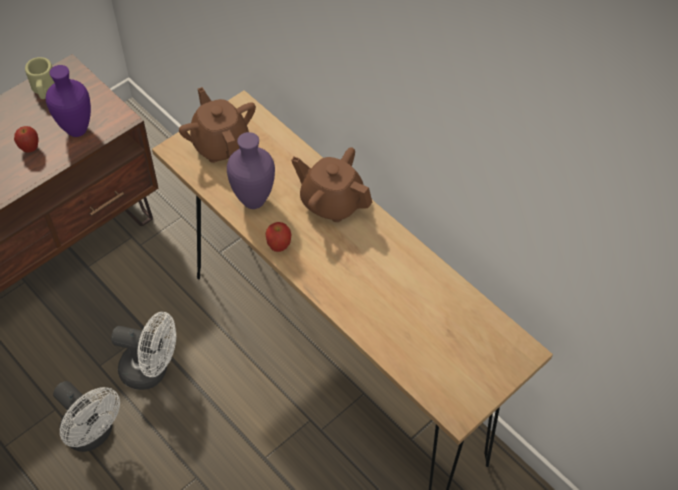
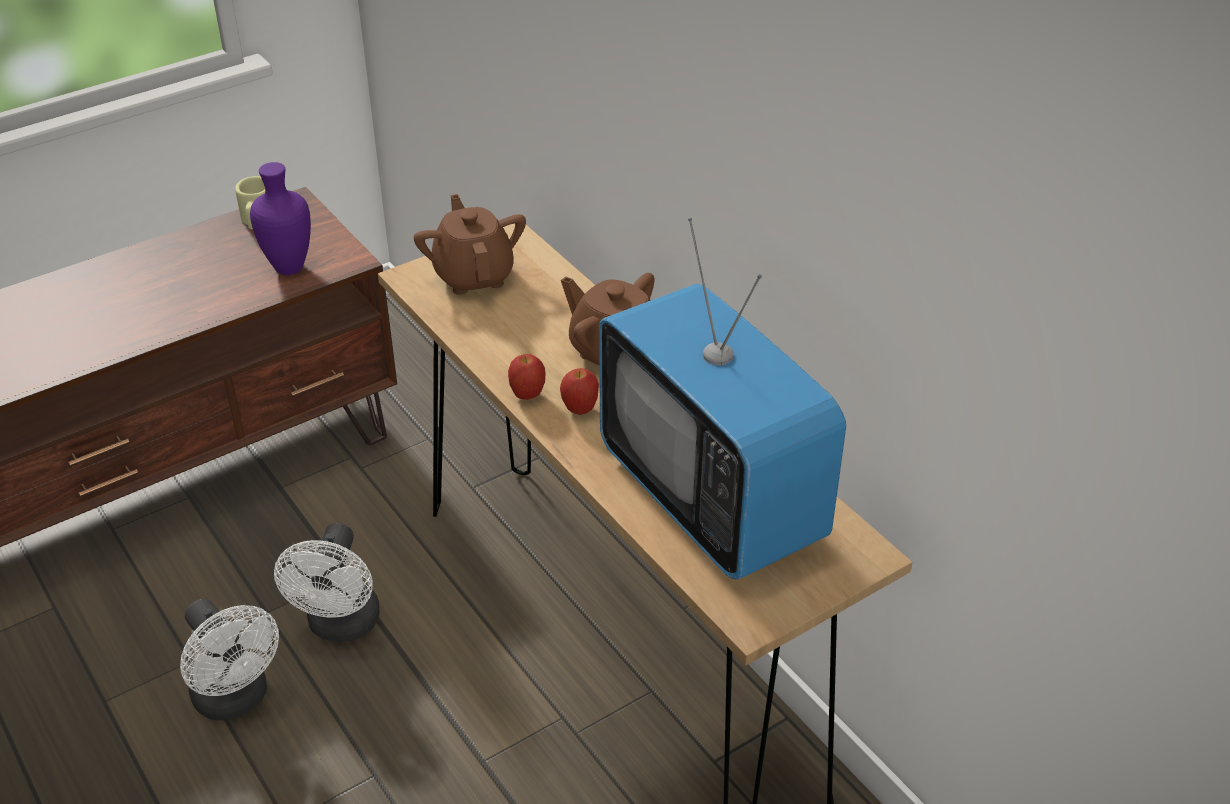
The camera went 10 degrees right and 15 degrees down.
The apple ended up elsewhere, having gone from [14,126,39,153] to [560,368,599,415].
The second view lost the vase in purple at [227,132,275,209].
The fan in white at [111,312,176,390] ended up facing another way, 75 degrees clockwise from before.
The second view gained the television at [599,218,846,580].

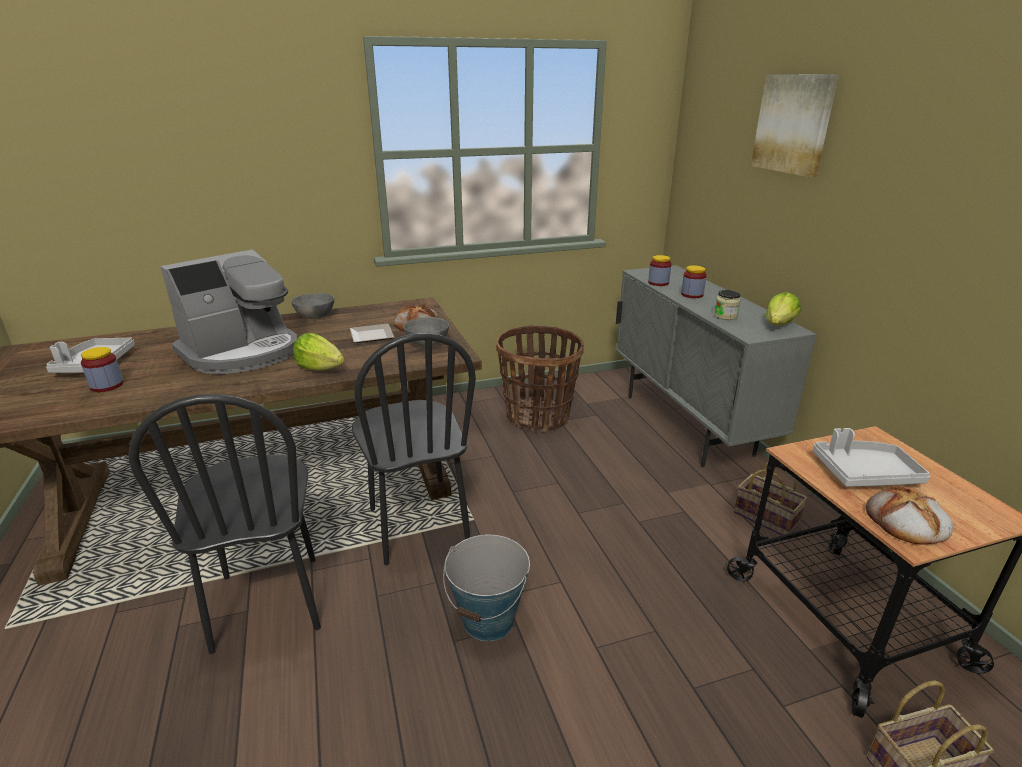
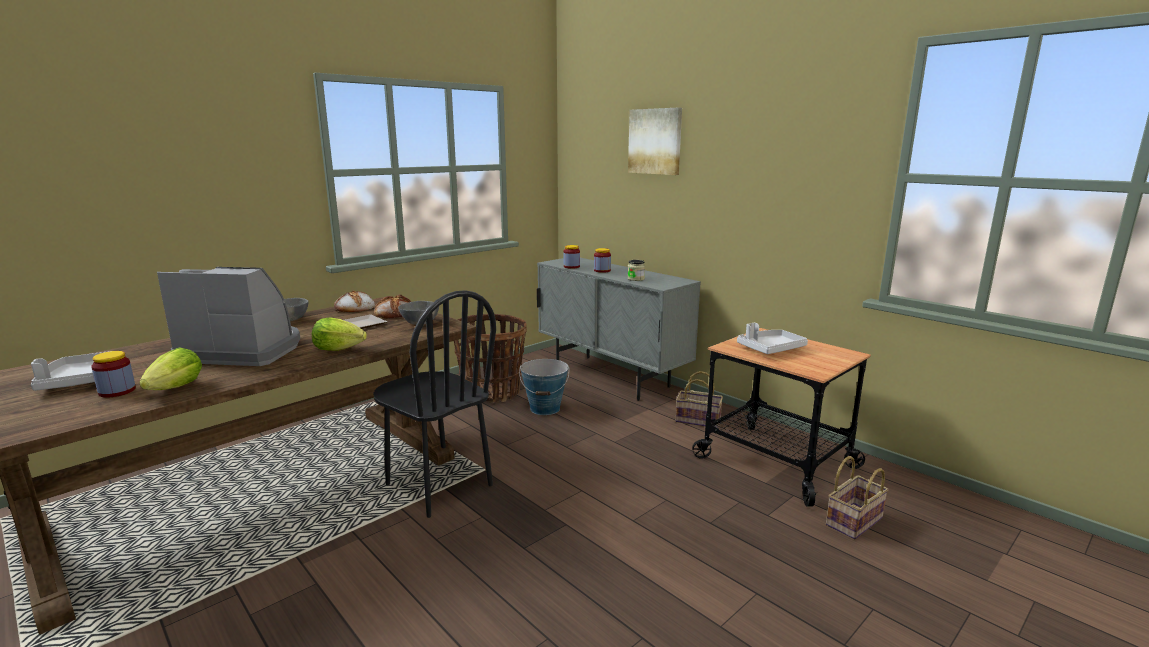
The camera went 25 degrees left and 10 degrees down.
The coffee machine at [160,249,297,374] ended up facing another way, 105 degrees counterclockwise from before.
The lettuce ended up elsewhere, having gone from [766,292,801,326] to [139,347,202,390].
The second view lost the chair in black at [128,394,321,654].
The bread ended up elsewhere, having gone from [866,487,953,545] to [334,291,375,312].
The bucket ended up elsewhere, having gone from [443,535,530,641] to [519,359,569,415].

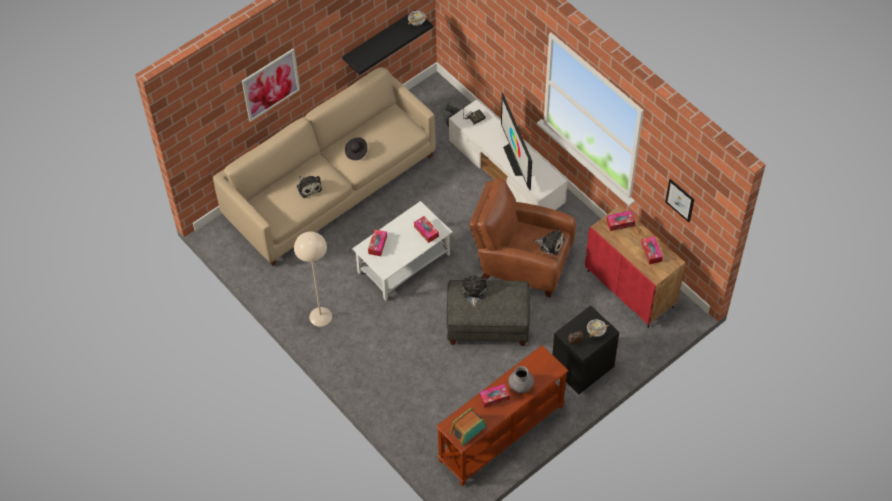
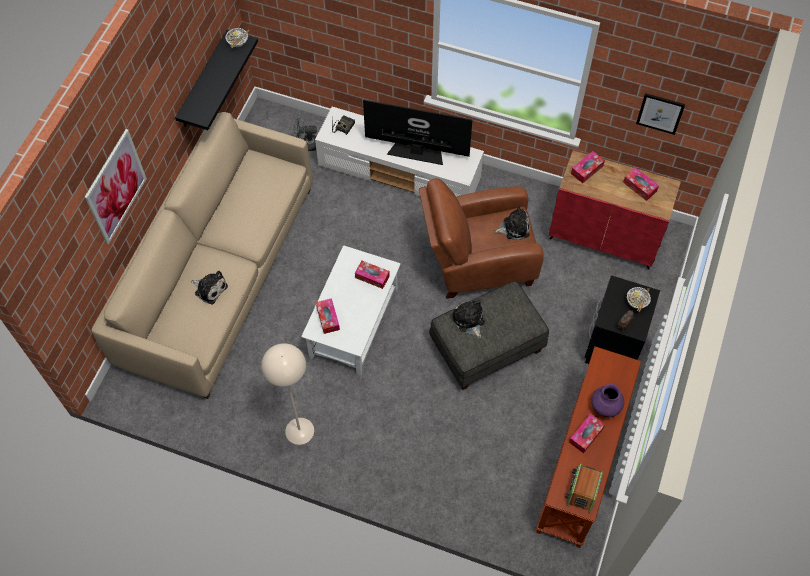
The camera went 30 degrees left and 5 degrees up.
The television at [501,92,532,190] ended up facing another way, 150 degrees clockwise from before.
The second view lost the hat in black at [345,137,368,160].
What was the vase in grey at [509,366,534,394] turned into the vase in purple at [591,384,624,417].

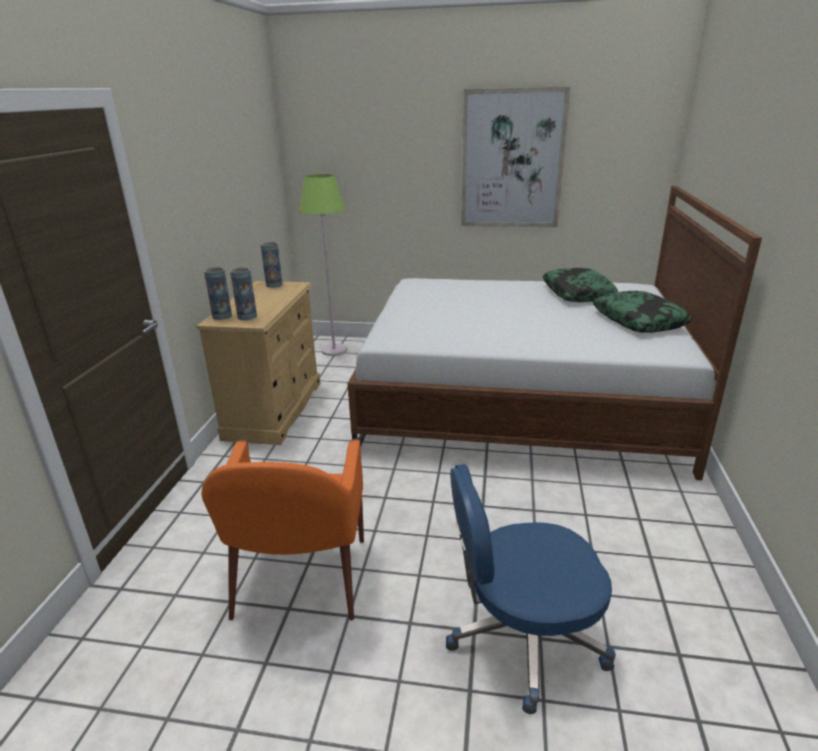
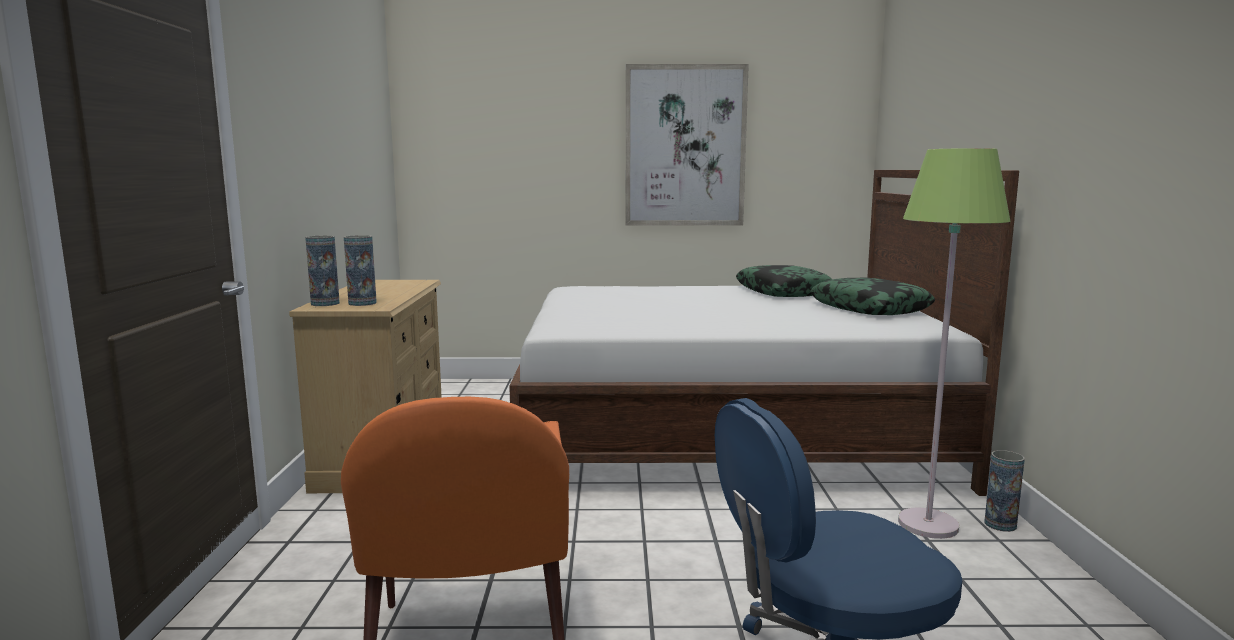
The camera went 10 degrees left and 15 degrees down.
The floor lamp in green ended up elsewhere, having gone from [299,174,347,356] to [898,148,1010,539].
The vase ended up elsewhere, having gone from [261,242,283,288] to [984,450,1025,532].

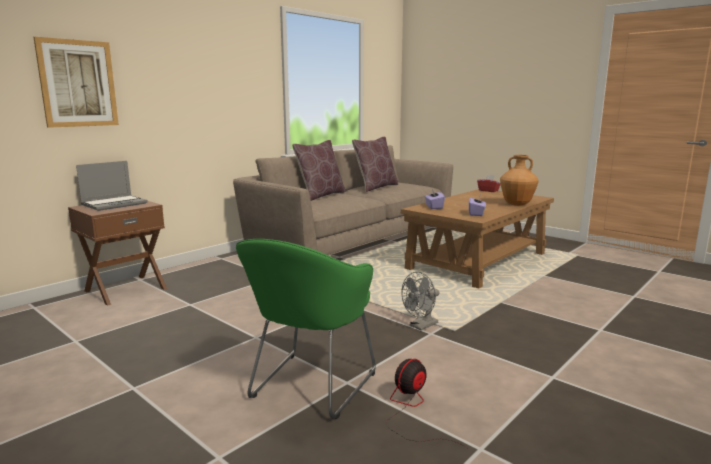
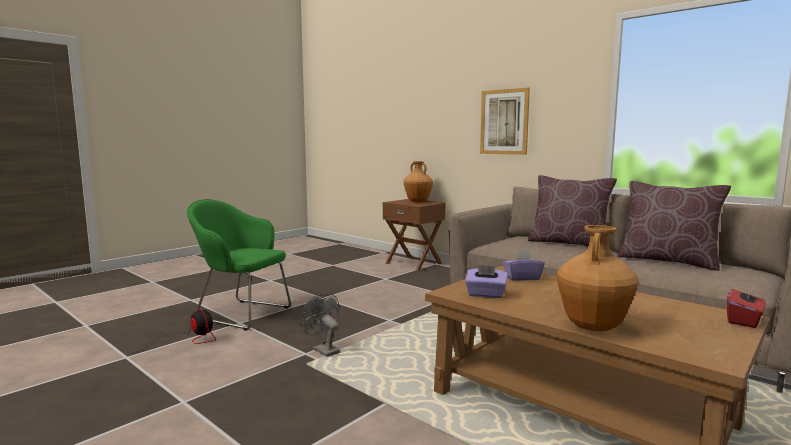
The camera went 90 degrees right and 5 degrees down.
The picture ended up elsewhere, having gone from [34,37,119,128] to [480,88,530,155].
Where the laptop stood at [76,161,148,211], the vase in brown came to stand at [403,161,433,202].

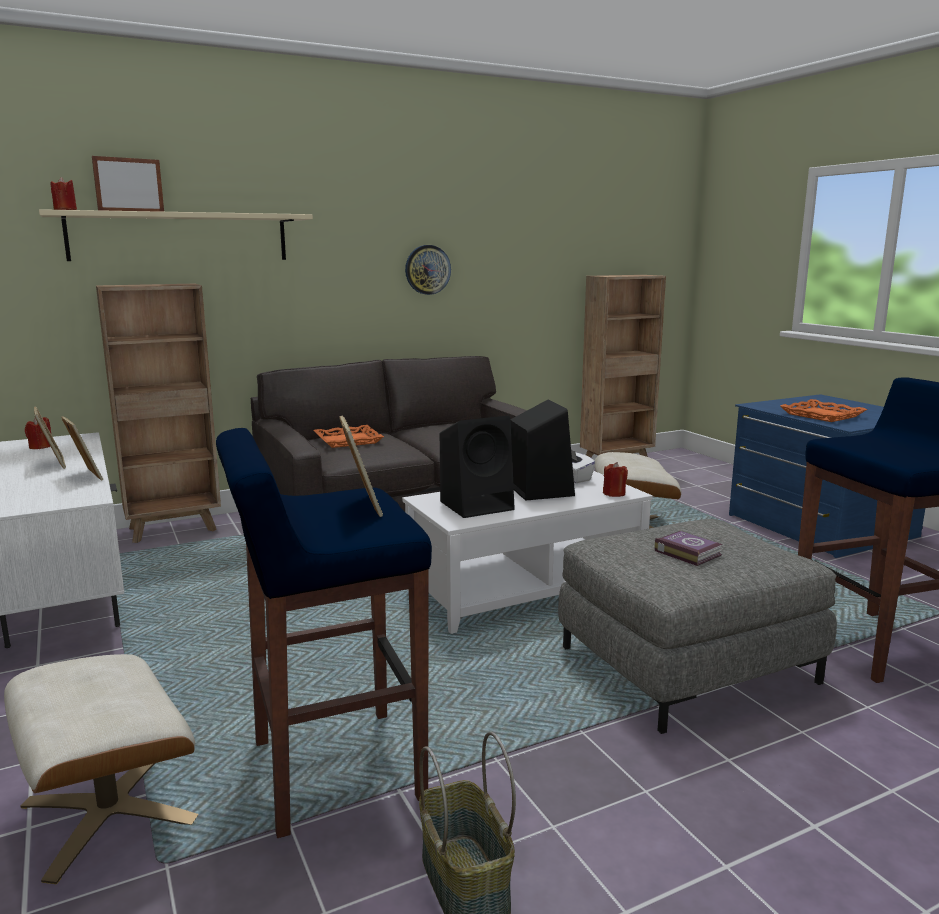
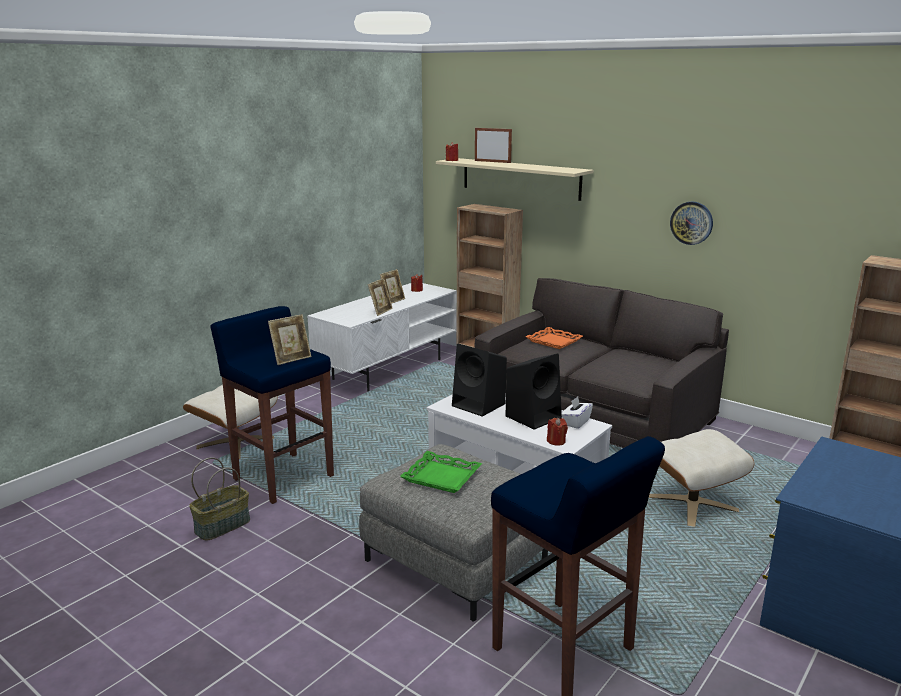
The camera went 65 degrees right and 5 degrees up.
The second view lost the tray in orange at [780,399,867,422].
Where the book stood at [654,531,723,566], the tray in green came to stand at [400,451,482,493].

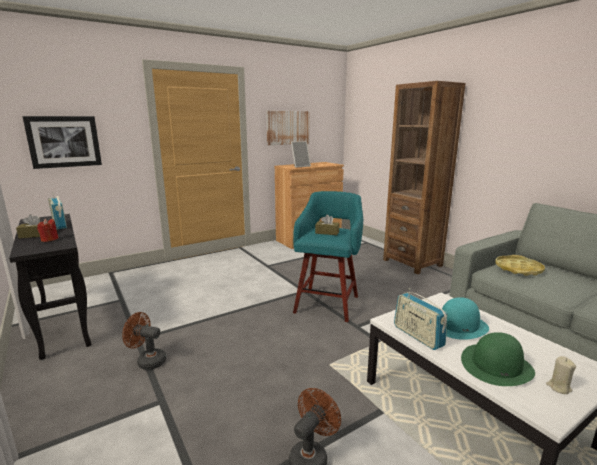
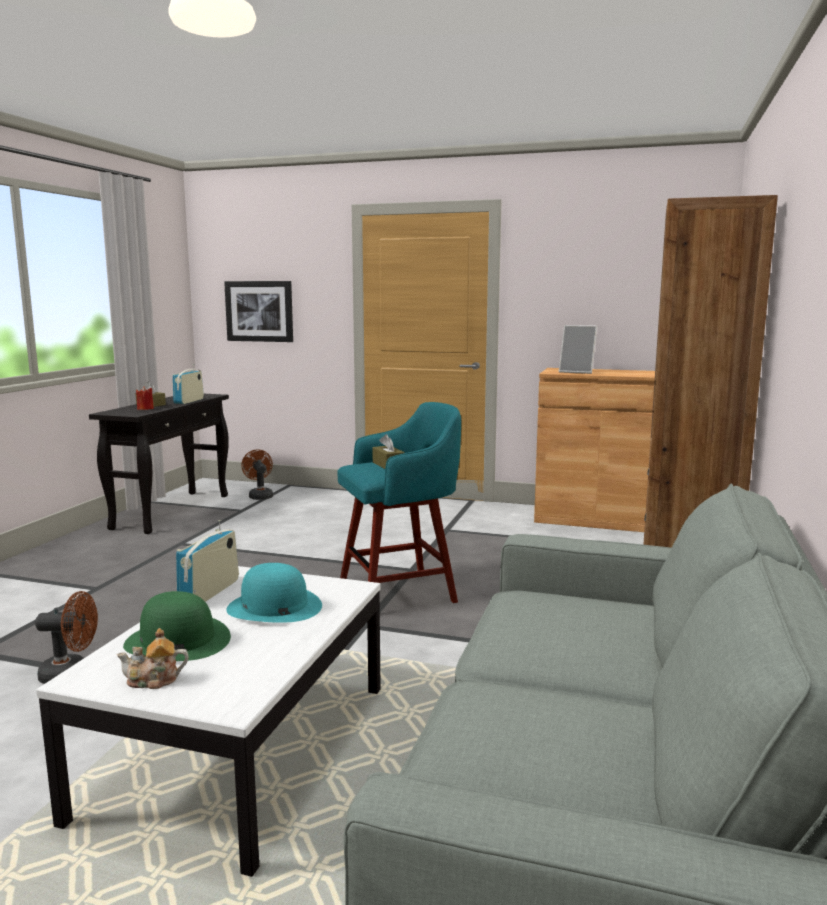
The camera went 50 degrees right and 5 degrees down.
The second view lost the picture at [266,111,310,145].
The second view lost the tray in yellow at [495,255,545,276].
The fan in brown ended up elsewhere, having gone from [122,312,166,370] to [241,450,273,500].
Where the candle in beige stood at [546,356,576,394], the teapot came to stand at [117,628,189,689].

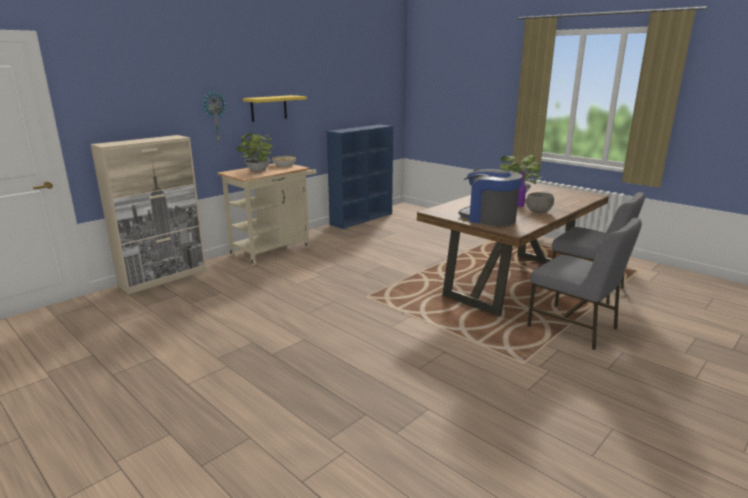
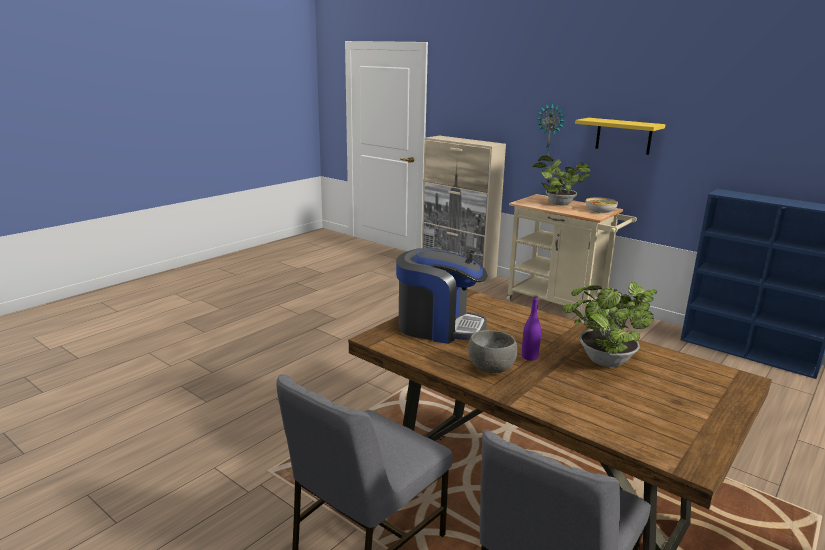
The camera went 85 degrees right and 0 degrees up.
The coffee machine at [459,169,522,226] ended up facing another way, 75 degrees clockwise from before.

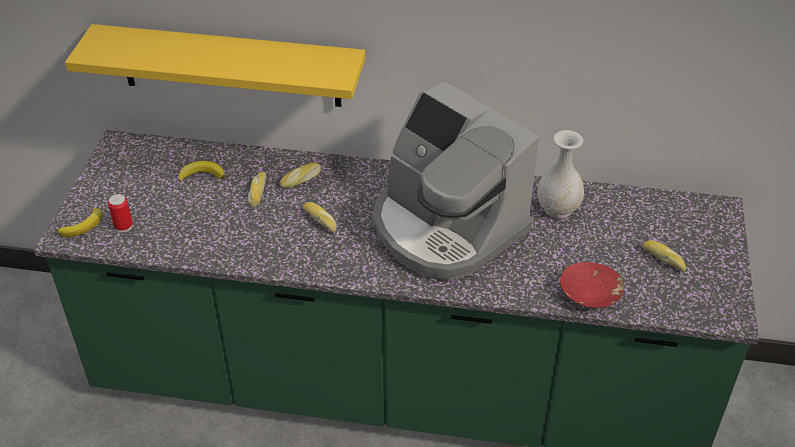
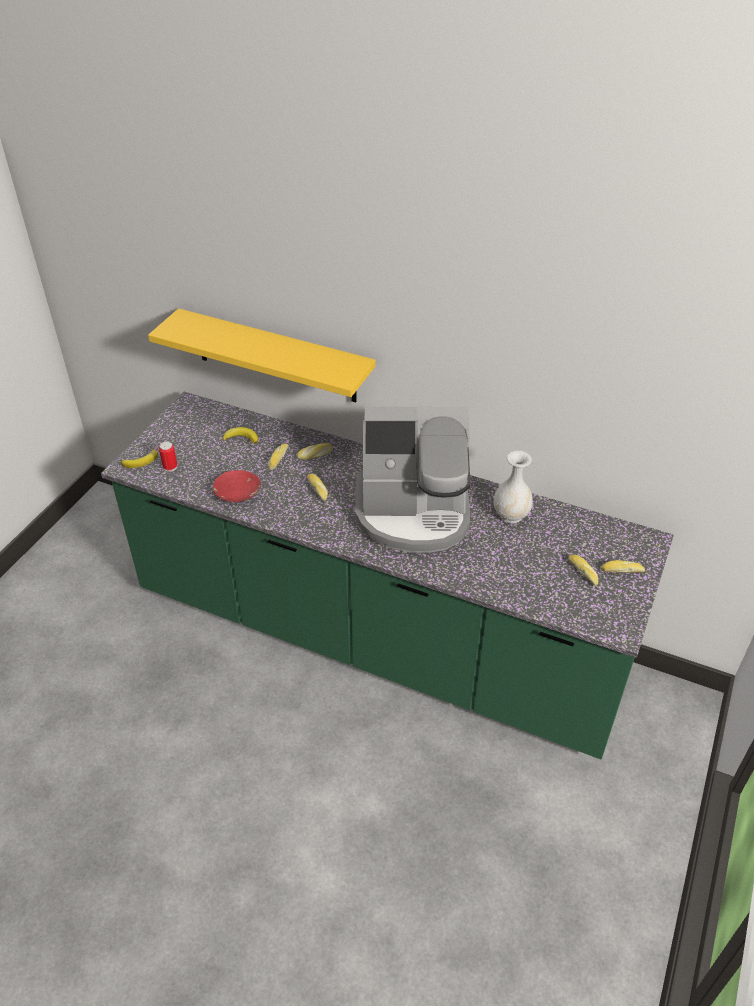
The camera went 15 degrees right and 0 degrees up.
The coffee machine at [373,81,539,280] ended up facing another way, 60 degrees counterclockwise from before.
The bowl in red ended up elsewhere, having gone from [560,262,624,308] to [213,470,261,502].
The second view gained the bread at [600,560,645,573].

